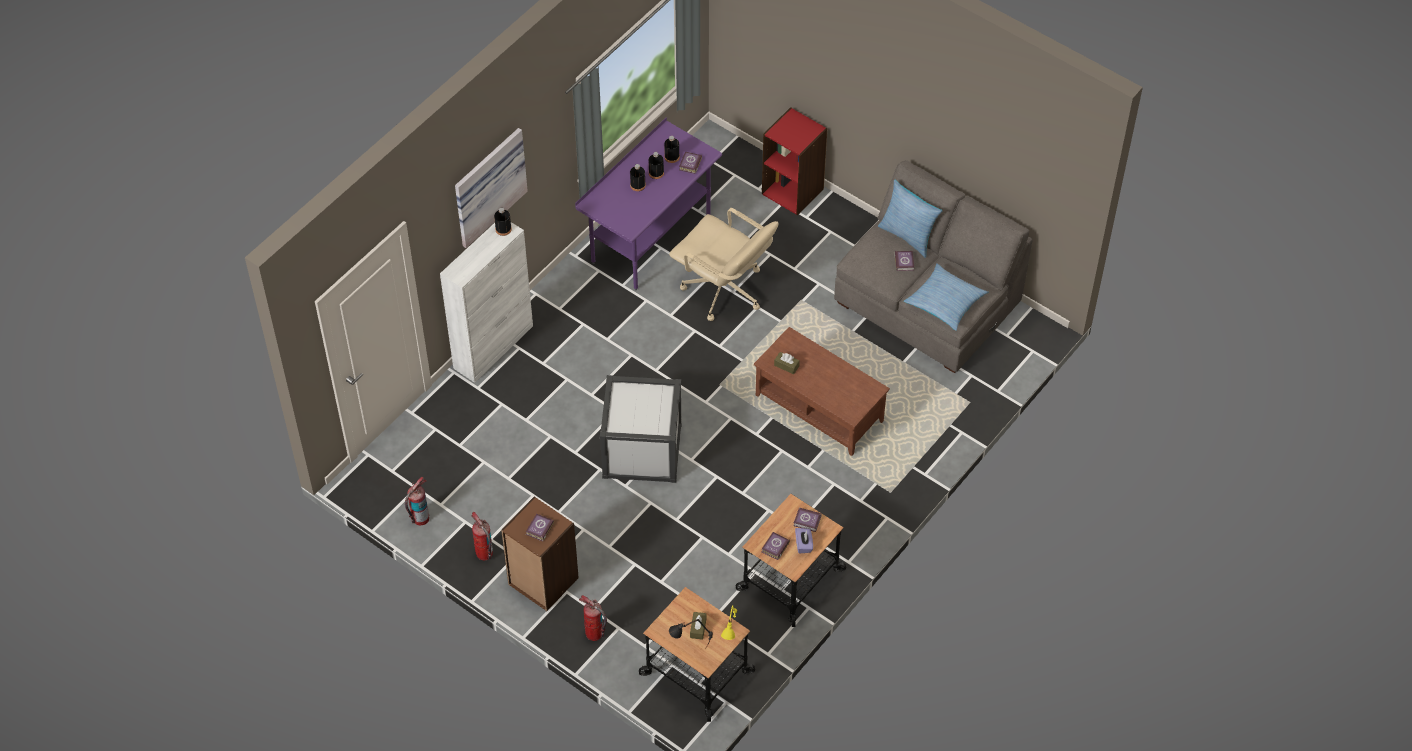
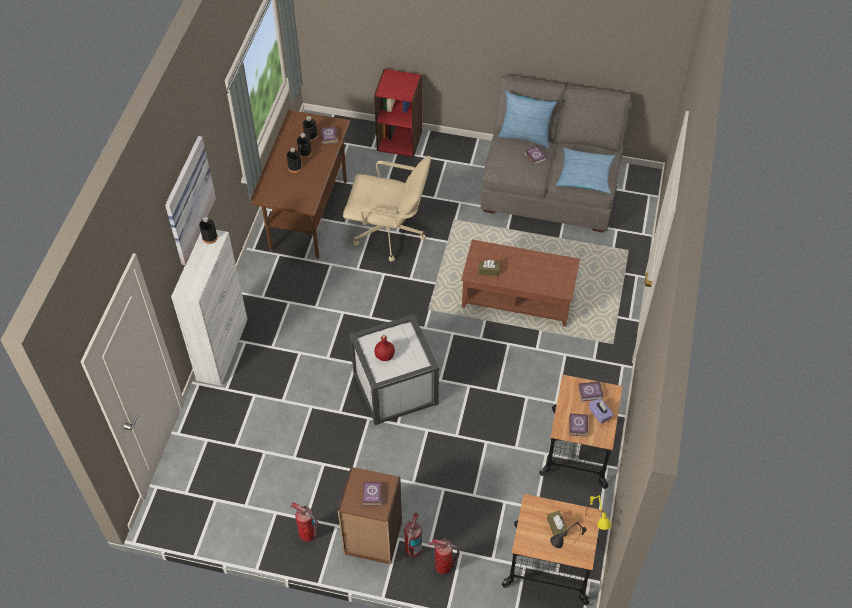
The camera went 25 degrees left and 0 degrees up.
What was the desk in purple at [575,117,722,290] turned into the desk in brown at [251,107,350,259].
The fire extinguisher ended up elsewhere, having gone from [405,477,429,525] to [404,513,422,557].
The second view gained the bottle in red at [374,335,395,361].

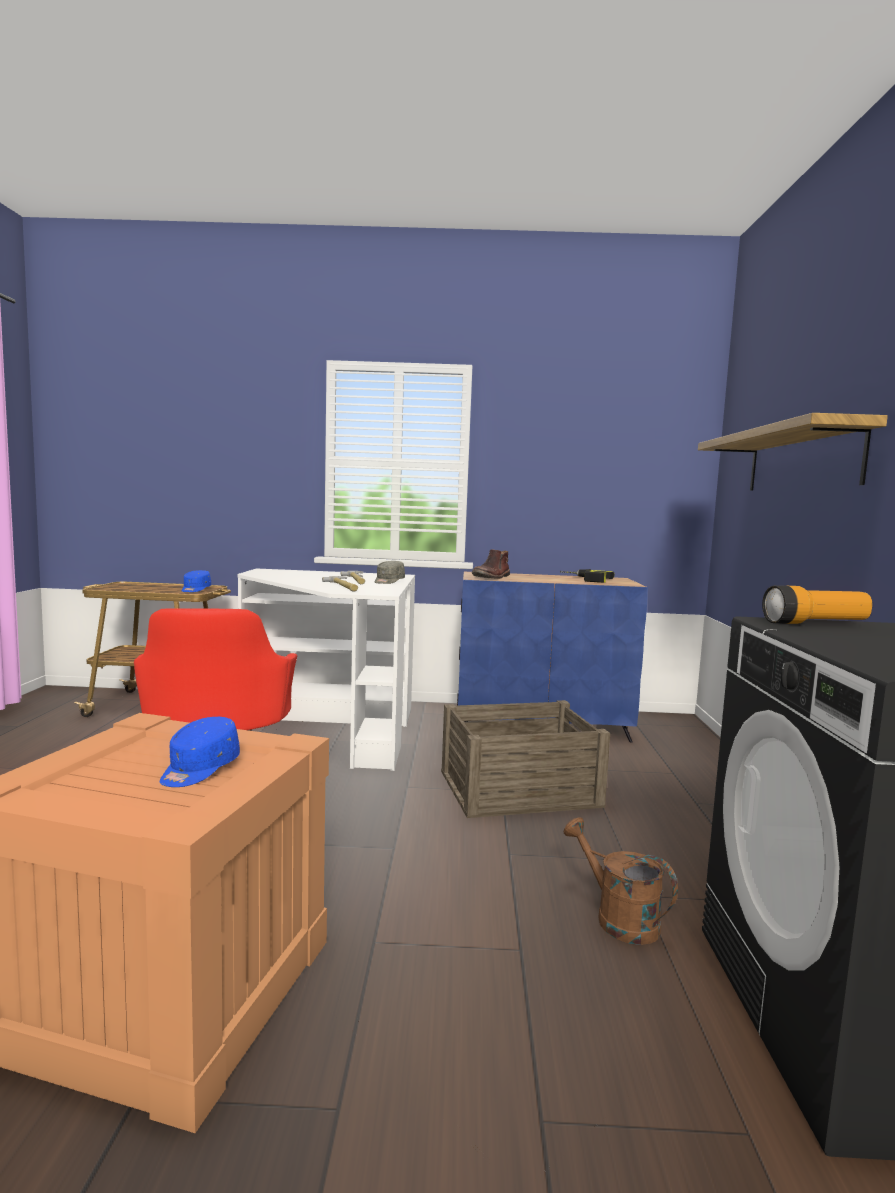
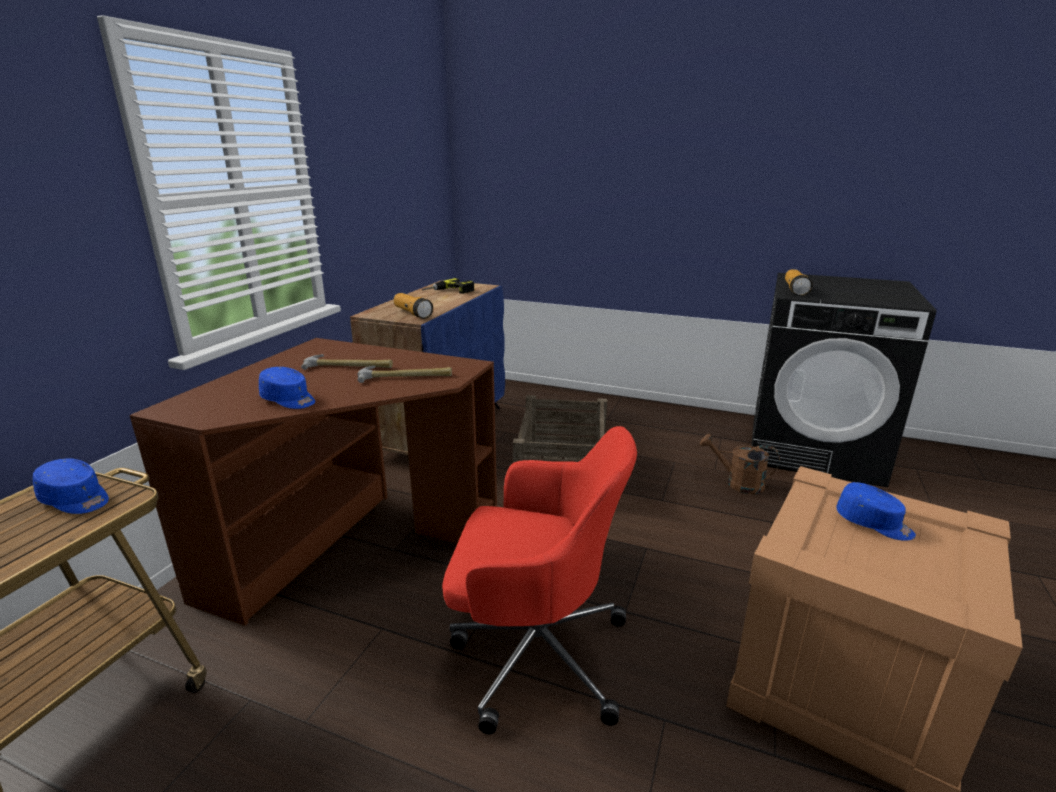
The camera went 70 degrees left and 15 degrees up.
The second view lost the shelf at [698,413,888,491].
Where the boot in brown stood at [472,549,510,579], the flashlight came to stand at [394,293,433,319].
The second view lost the cap in grey at [375,561,405,584].
What was the desk in white at [238,568,415,771] turned into the desk in brown at [130,338,497,626].
The watering can in brown at [564,817,678,945] ended up facing another way, 45 degrees clockwise from before.
The second view gained the cap in blue at [259,367,315,409].

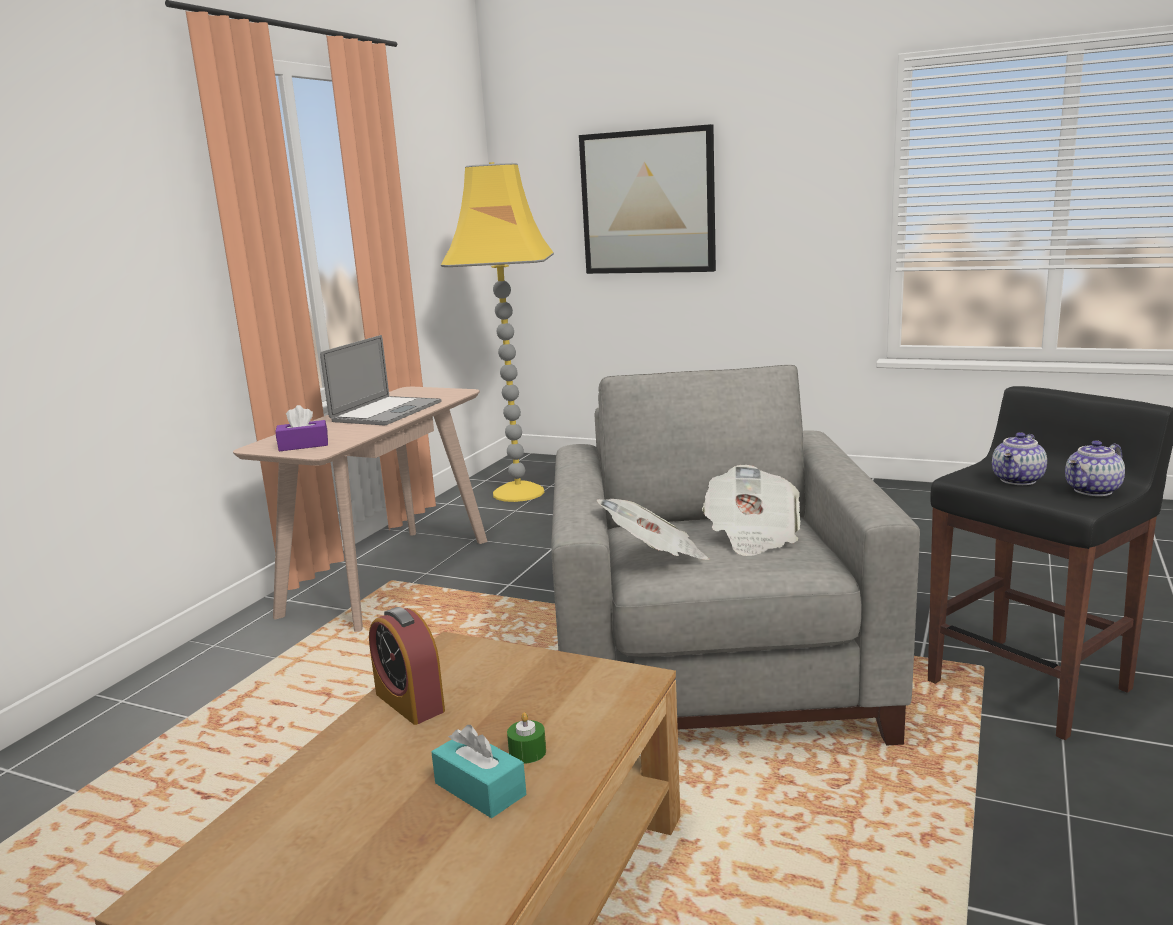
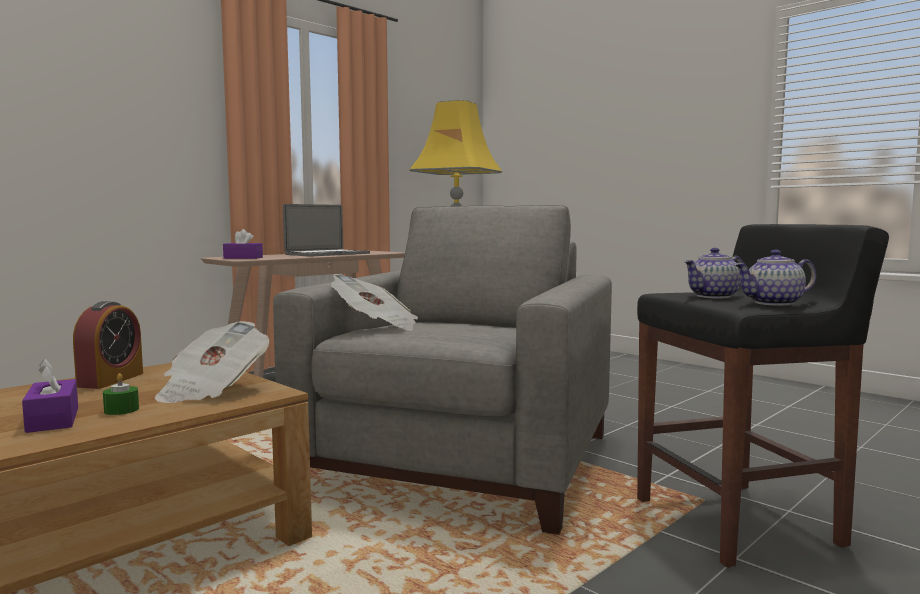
The camera went 20 degrees right and 10 degrees down.
The second view lost the picture at [579,124,716,274].
The newspaper ended up elsewhere, having gone from [702,465,800,556] to [155,321,269,403].
The alarm clock at [369,607,445,725] ended up facing another way, 150 degrees counterclockwise from before.
What was the tissue box in turquoise at [431,725,526,818] turned into the tissue box in purple at [22,359,78,433].

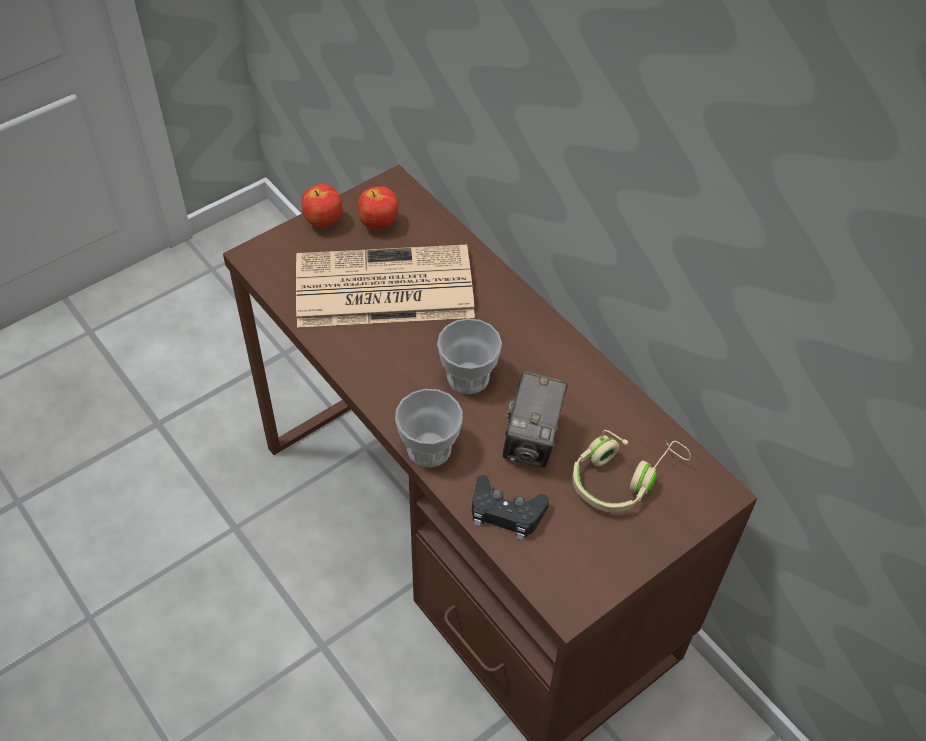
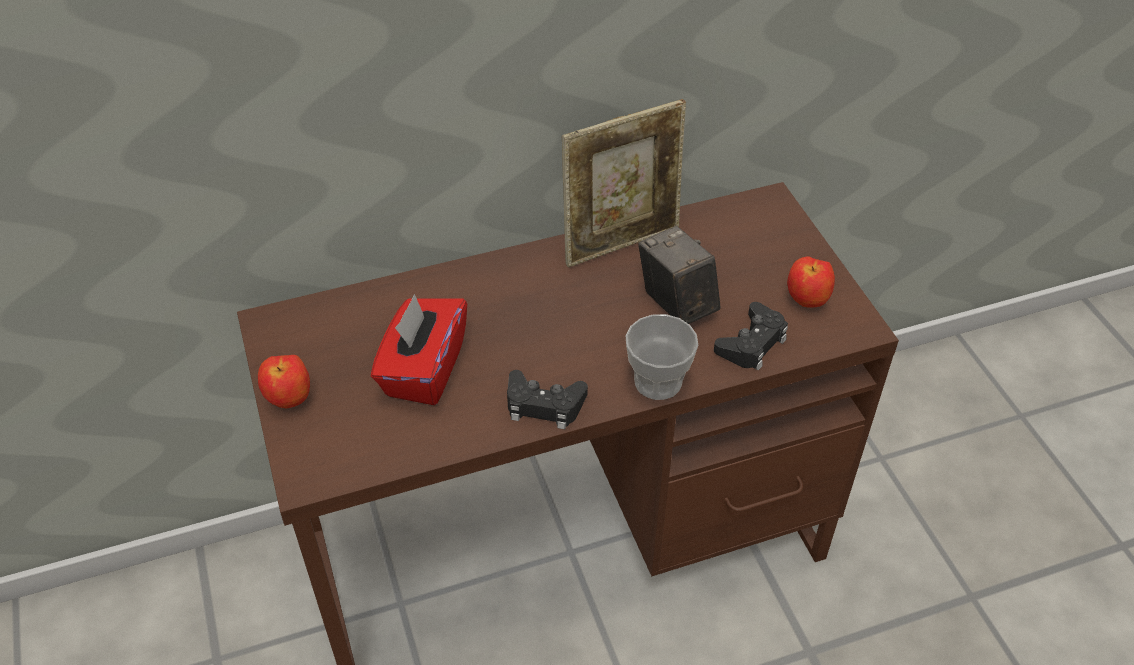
The camera went 70 degrees left and 5 degrees down.
The apple ended up elsewhere, having gone from [358,187,399,230] to [787,256,835,308].
Where the newspaper stood at [296,245,475,328], the tissue box in red came to stand at [371,294,467,405].
The second view lost the cup at [437,318,502,394].
The photo camera at [502,371,568,468] ended up facing another way, 150 degrees counterclockwise from before.
The second view lost the headphones in beige at [572,430,691,512].
The second view gained the picture frame at [562,99,686,267].
The second view gained the game controller in black at [507,370,588,429].

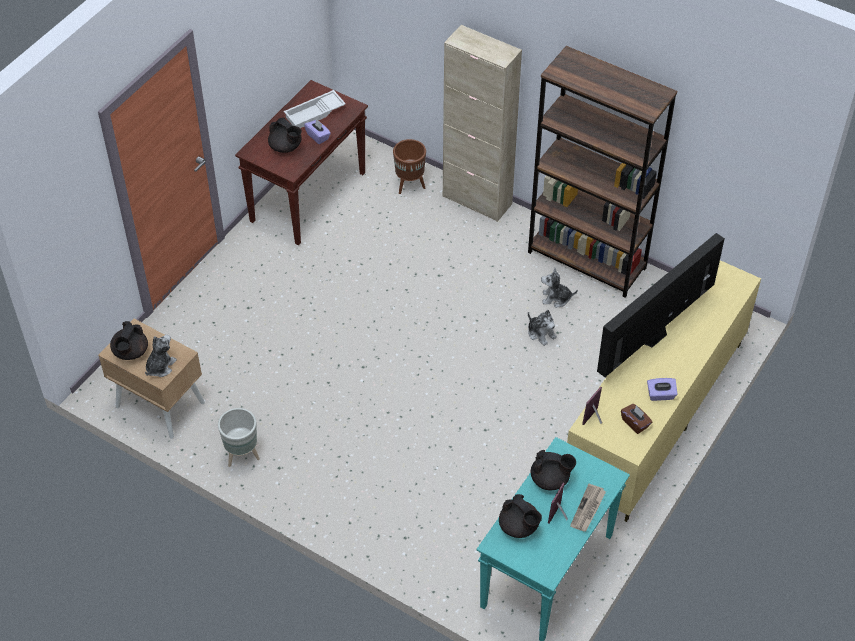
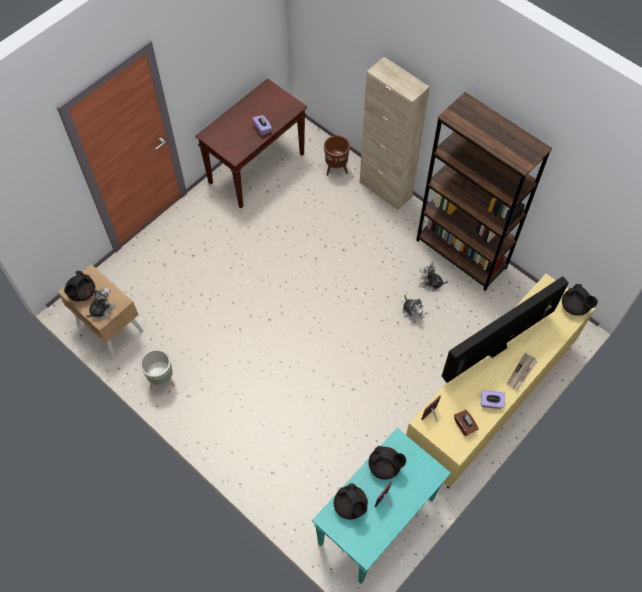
The camera went 10 degrees right and 10 degrees up.
The second view lost the tray in white at [284,90,346,128].
The teapot in black ended up elsewhere, having gone from [268,118,302,153] to [562,284,598,316].
The newspaper ended up elsewhere, having gone from [570,483,606,531] to [506,353,538,391].

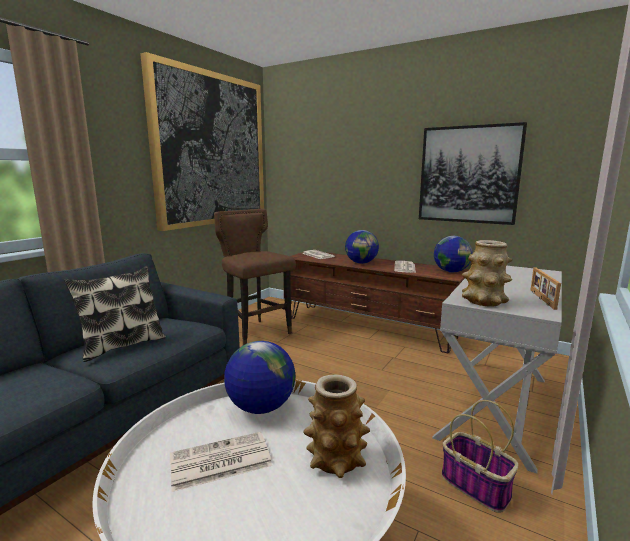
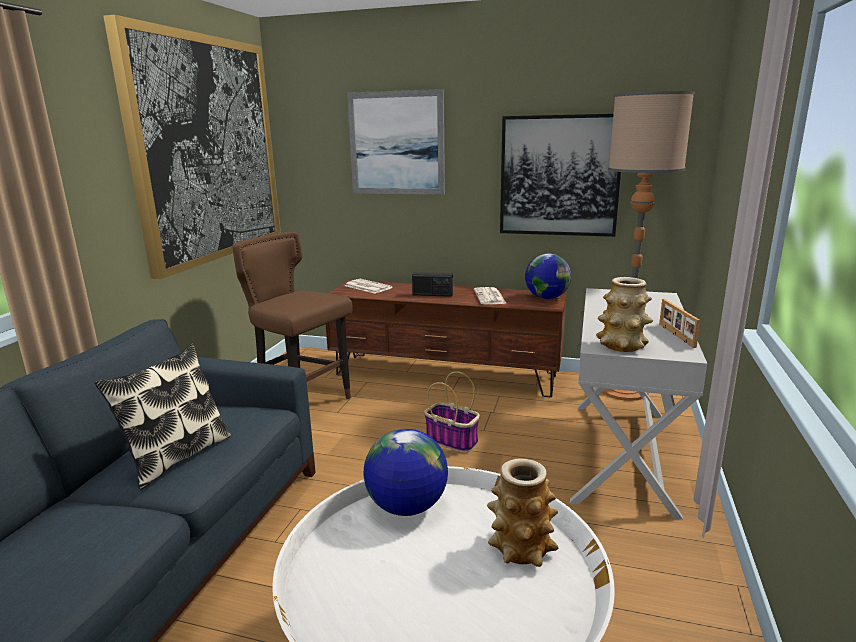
The camera went 15 degrees left and 5 degrees up.
Where the globe stood at [345,230,379,264], the radio came to stand at [412,272,453,297].
The basket ended up elsewhere, having gone from [442,400,518,513] to [424,371,480,453].
The second view lost the newspaper at [170,432,272,492].
The second view gained the picture at [347,89,445,195].
The second view gained the floor lamp at [602,91,695,401].

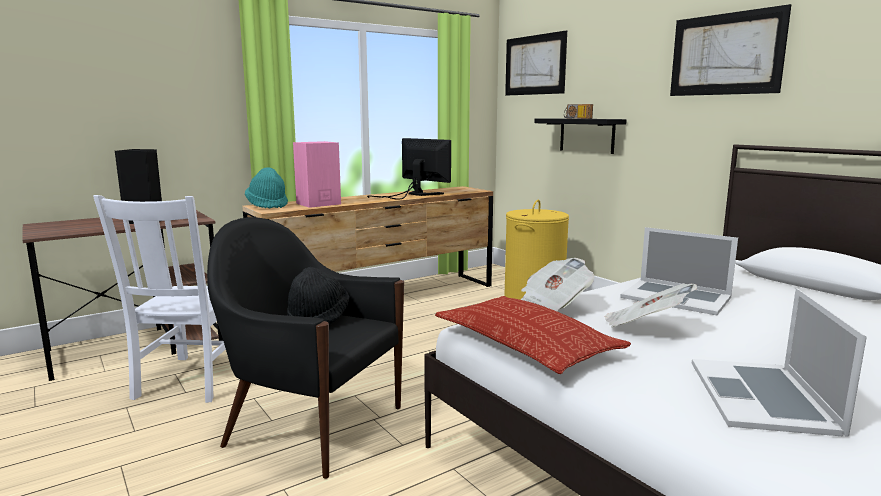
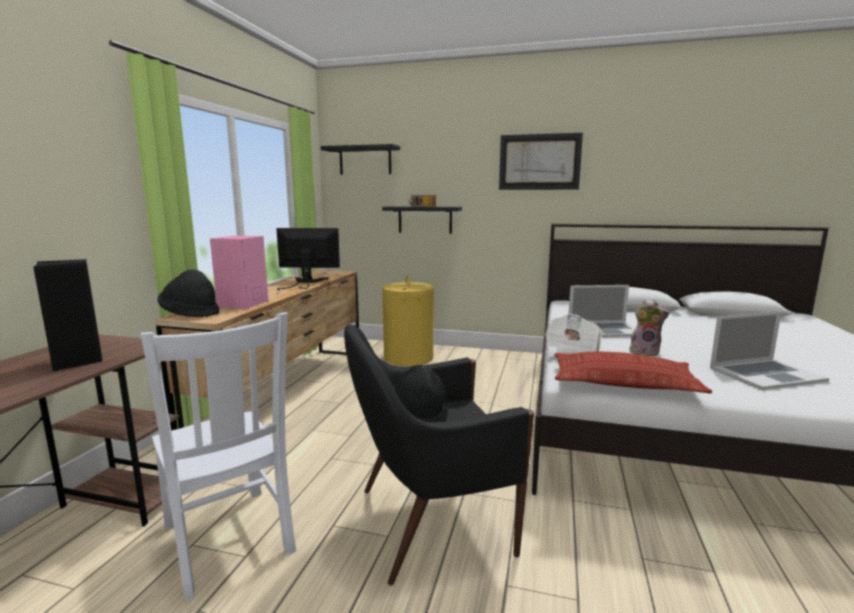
The camera went 40 degrees left and 0 degrees up.
Where the picture hung at [505,30,567,96], the shelf in black came to hang at [321,144,400,175].
What was the hat in turquoise at [245,167,288,209] turned into the hat in black at [157,269,219,317].
Where the newspaper stood at [604,283,697,327], the plush toy came to stand at [629,299,670,356].
The laptop at [692,288,866,437] ended up facing another way, 75 degrees counterclockwise from before.

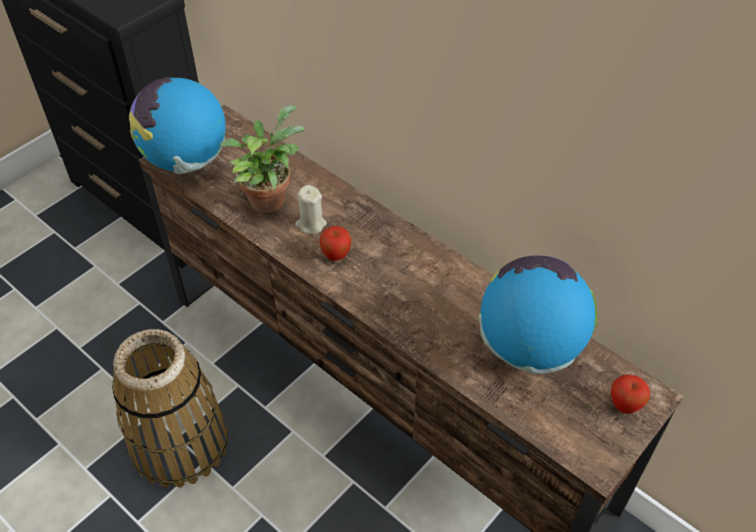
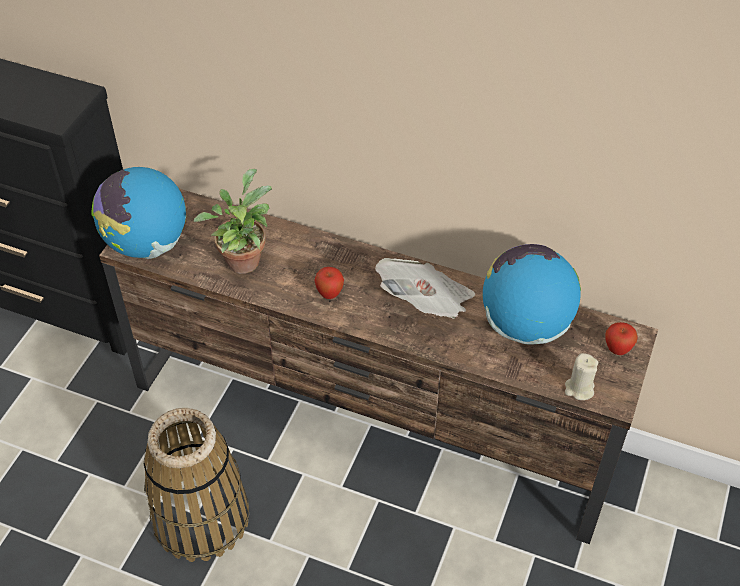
The camera went 20 degrees left and 0 degrees up.
The candle in beige ended up elsewhere, having gone from [295,185,327,234] to [565,353,598,400].
The second view gained the newspaper at [375,258,475,319].

